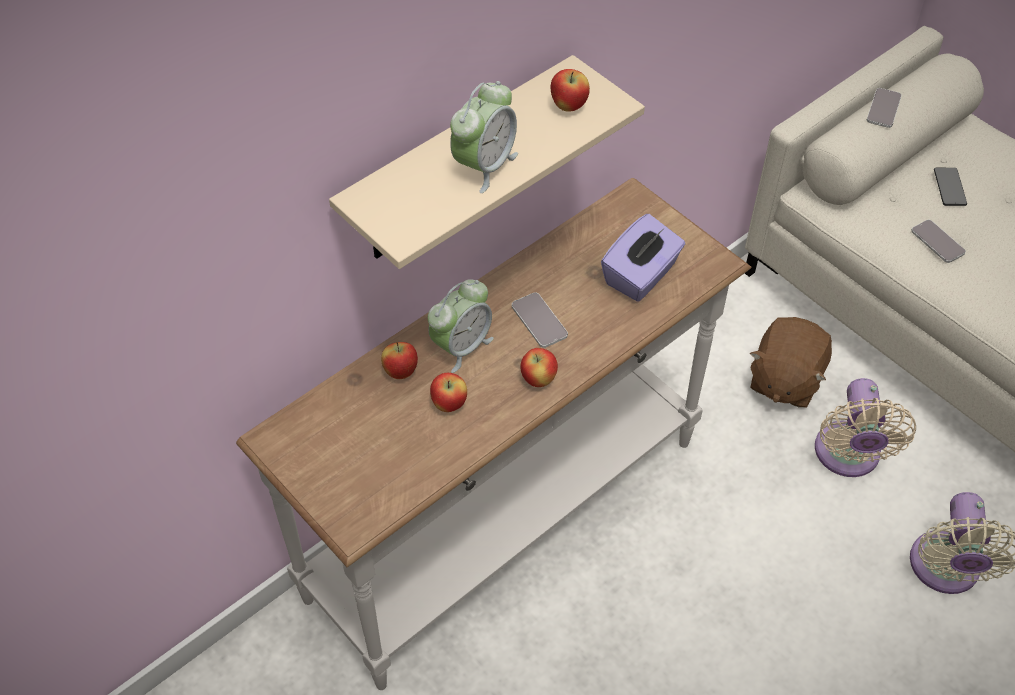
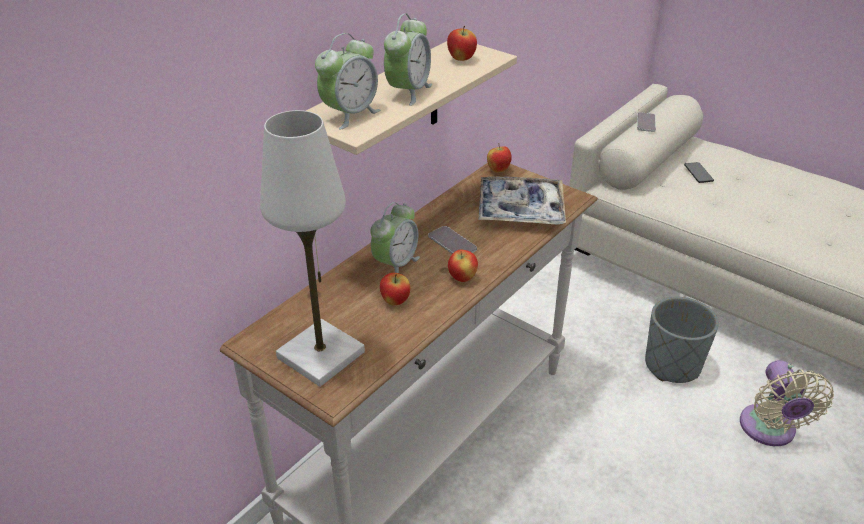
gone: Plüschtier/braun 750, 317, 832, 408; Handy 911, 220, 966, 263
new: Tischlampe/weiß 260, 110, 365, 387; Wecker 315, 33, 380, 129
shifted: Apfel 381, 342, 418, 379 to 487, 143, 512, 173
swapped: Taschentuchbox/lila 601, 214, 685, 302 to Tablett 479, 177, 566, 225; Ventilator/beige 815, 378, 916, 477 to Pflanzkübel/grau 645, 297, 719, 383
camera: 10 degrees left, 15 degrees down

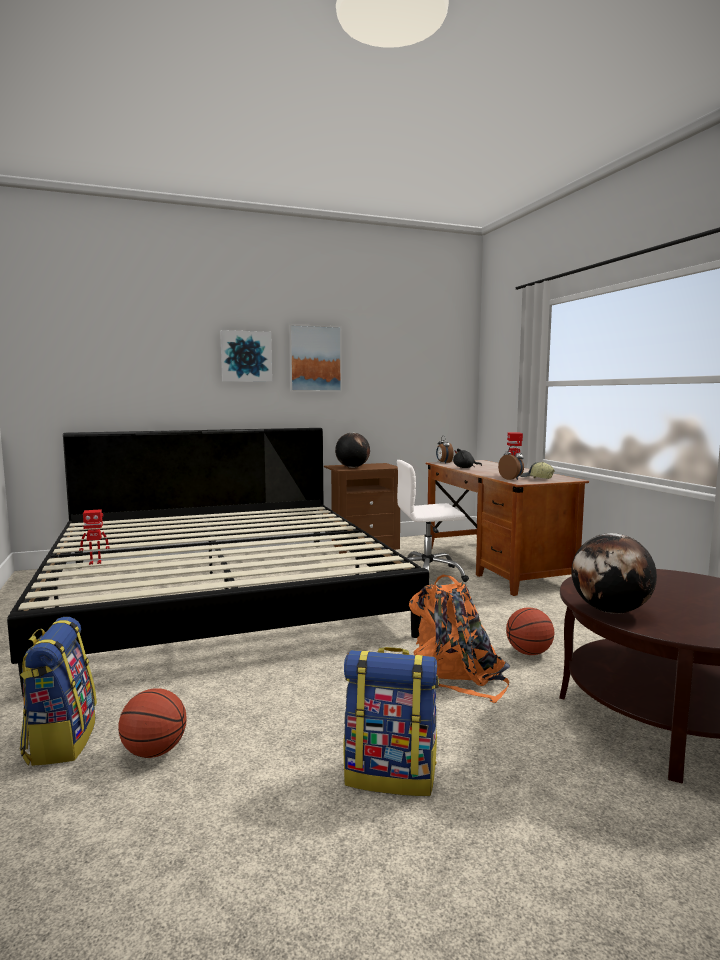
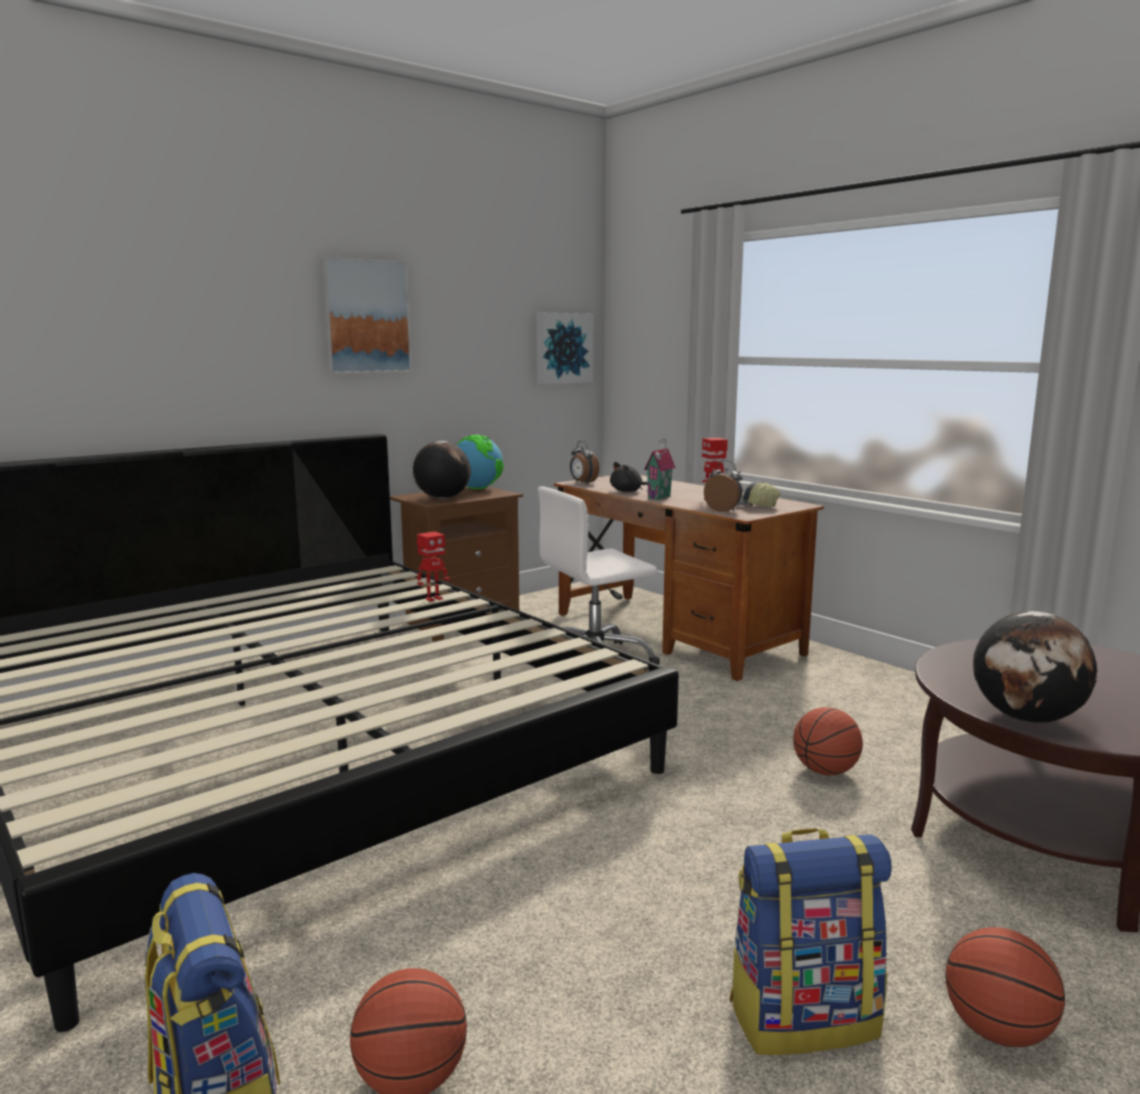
gone: Rucksack/orange 409, 575, 510, 703
new: Globus 457, 435, 504, 489; Spielzeughaus 644, 439, 676, 500; Basketball 946, 927, 1065, 1047
shifted: Spielzeugroboter 79, 509, 110, 565 to 417, 531, 450, 602; Bild 220, 330, 272, 382 to 536, 313, 593, 384
camera: 20 degrees left, 5 degrees up

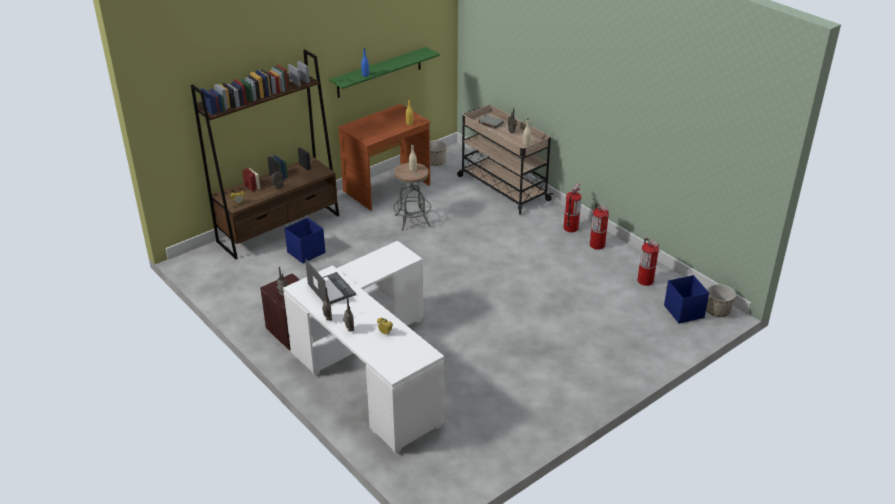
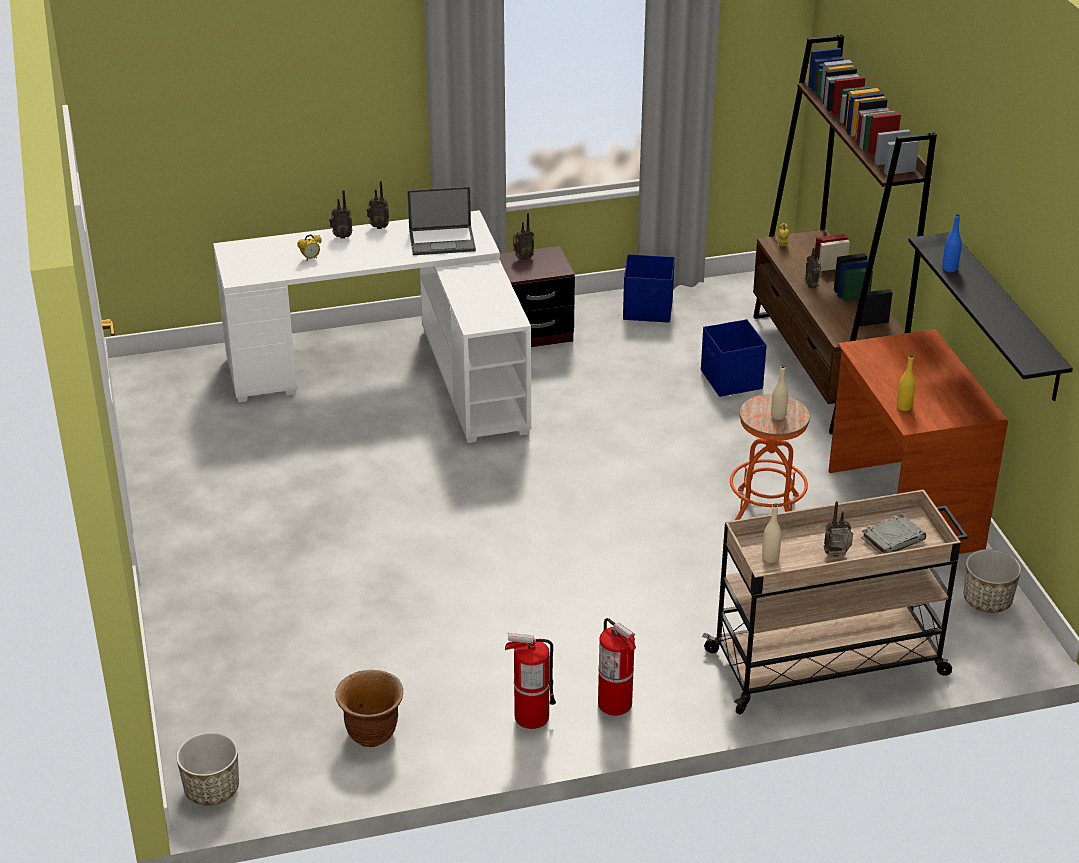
shifted: Aufbewahrungsbox/blau 664, 275, 709, 324 to 623, 254, 675, 323
swapped: Feuerlöscher 637, 238, 660, 286 to Pflanzkübel/braun 335, 670, 403, 747
repainted: Wandregal/grün 329, 47, 440, 98 to Wandregal/schwarz 908, 232, 1073, 401; Hocker/grau 393, 163, 431, 231 to Hocker/orange 730, 394, 810, 520
camera: 115 degrees right, 0 degrees up

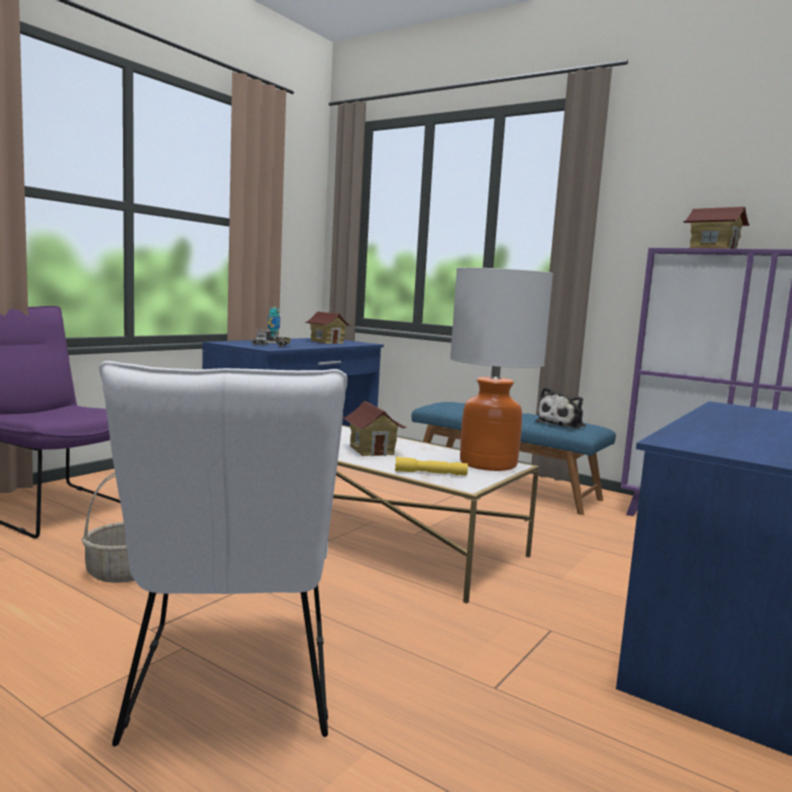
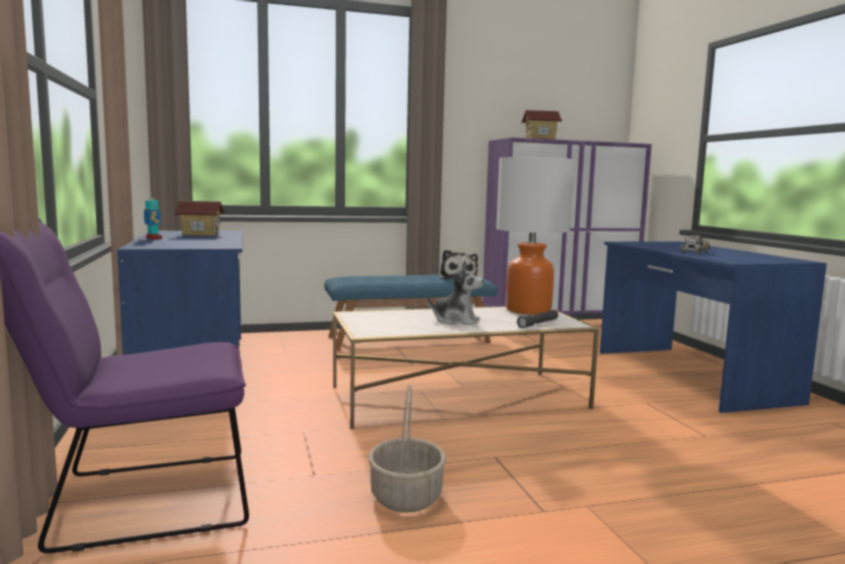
gone: Stuhl/weiß 99, 361, 347, 746
shifted: Spielzeuglaster 252, 328, 290, 347 to 680, 234, 710, 254
swapped: Spielzeughaus 343, 401, 407, 456 to Plüschtier 426, 261, 484, 326
repainted: Taschenlampe/gelb 395, 457, 468, 476 to Taschenlampe/grau 517, 310, 558, 328
camera: 50 degrees left, 0 degrees up

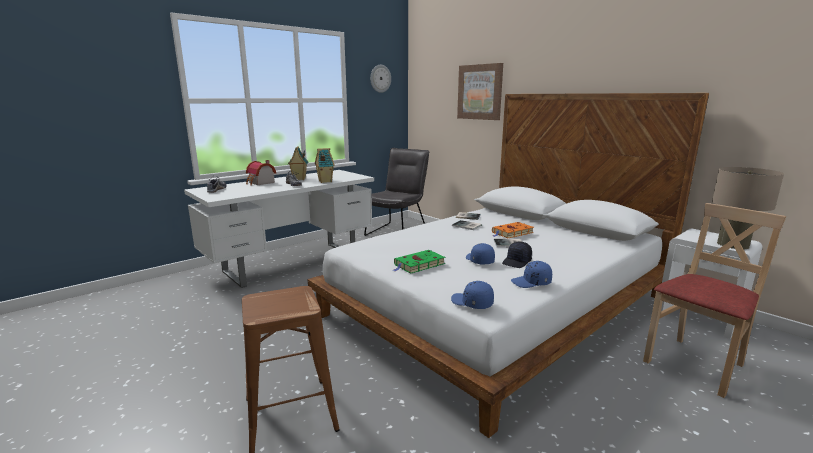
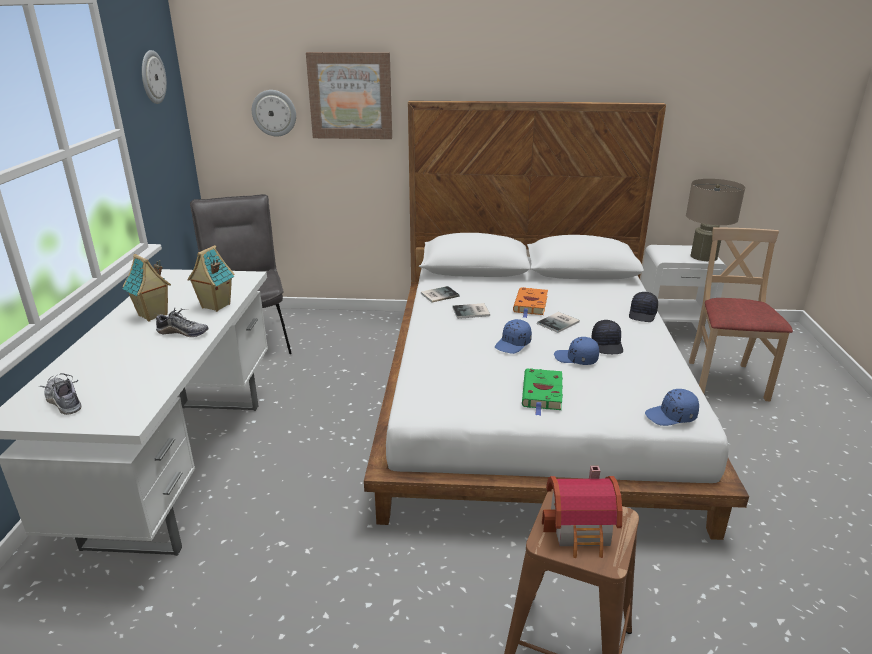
new: Wanduhr 252, 90, 296, 136; Kappe/schwarz 629, 292, 658, 322
shifted: Spielzeughaus 246, 160, 276, 186 to 542, 466, 623, 558; Kappe/blau 511, 261, 552, 288 to 495, 319, 532, 354
camera: 45 degrees left, 10 degrees up

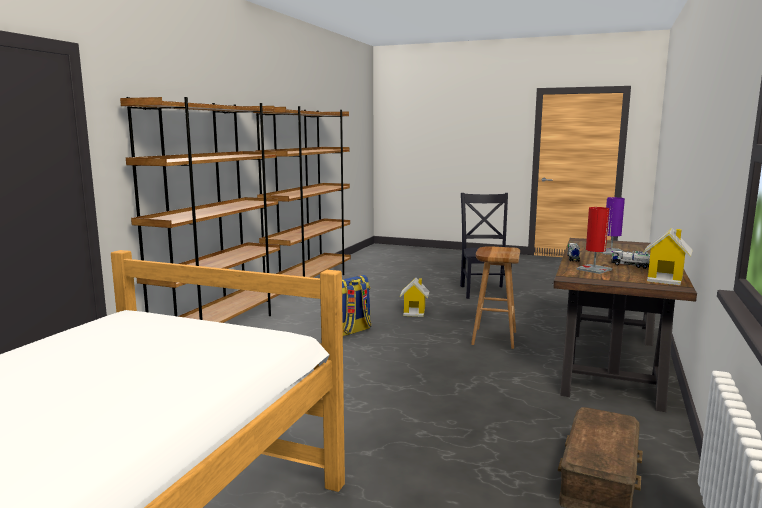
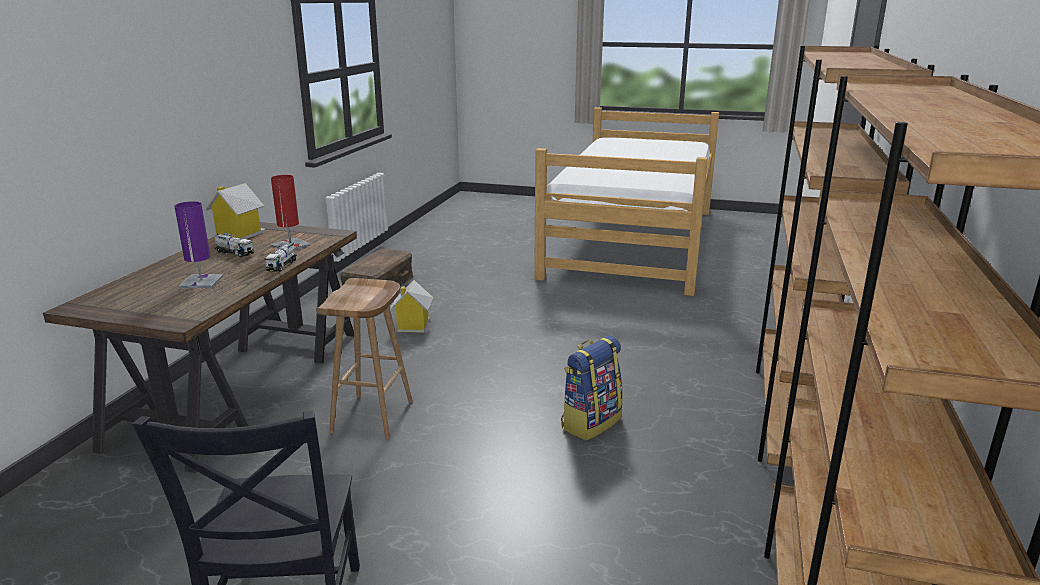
shifted: Spielzeughaus 400, 278, 429, 317 to 390, 280, 433, 333
camera: 175 degrees right, 10 degrees up

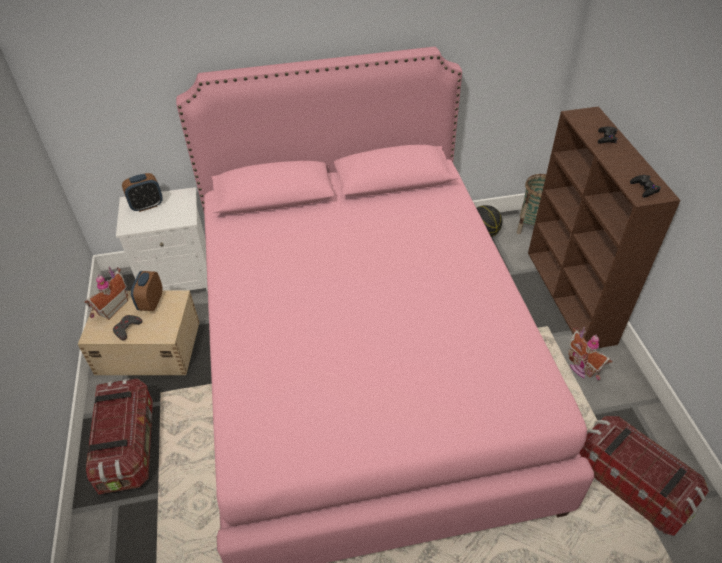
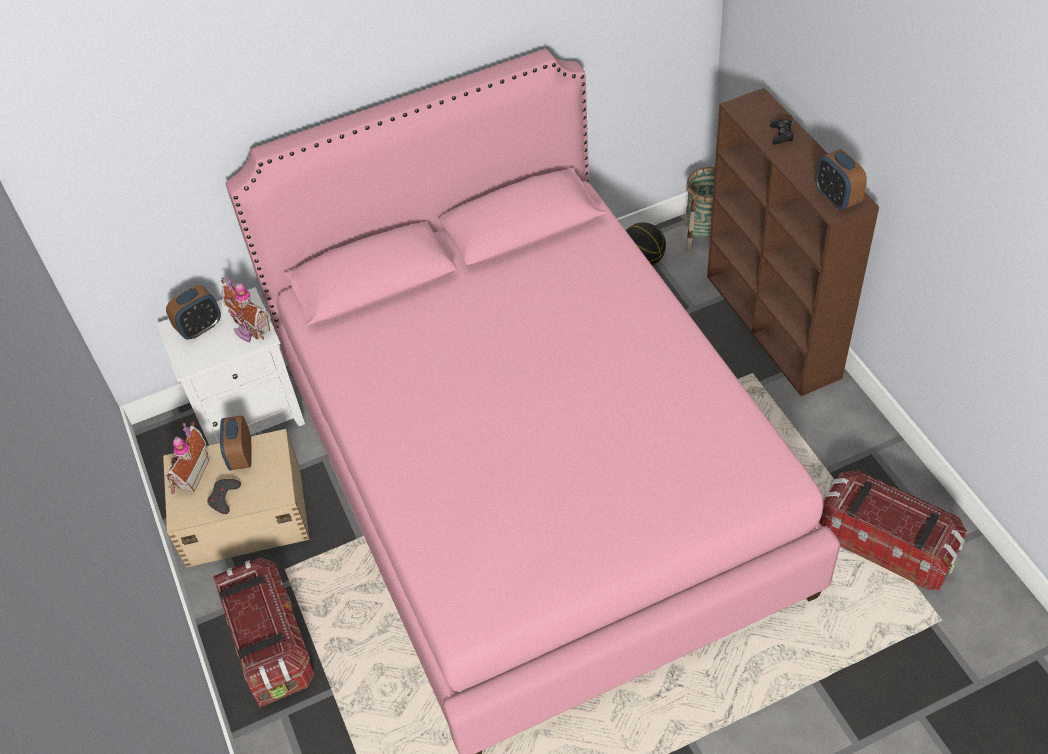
shifted: Spielzeughaus 568, 327, 613, 380 to 221, 275, 271, 343
swapped: Gamepad/schwarz 630, 175, 661, 198 to Wecker 815, 149, 867, 210
camera: 10 degrees left, 5 degrees up

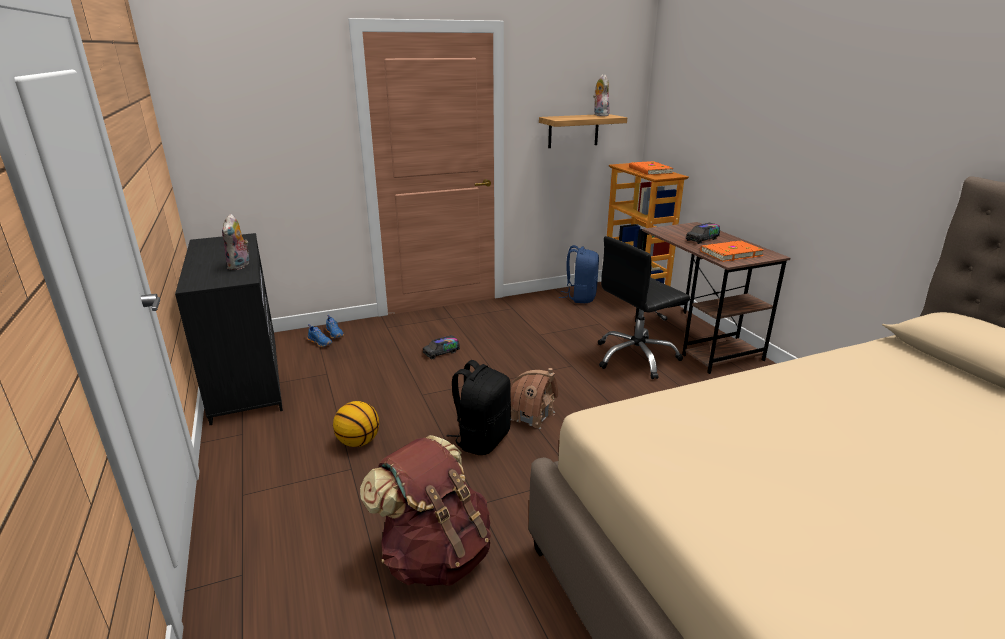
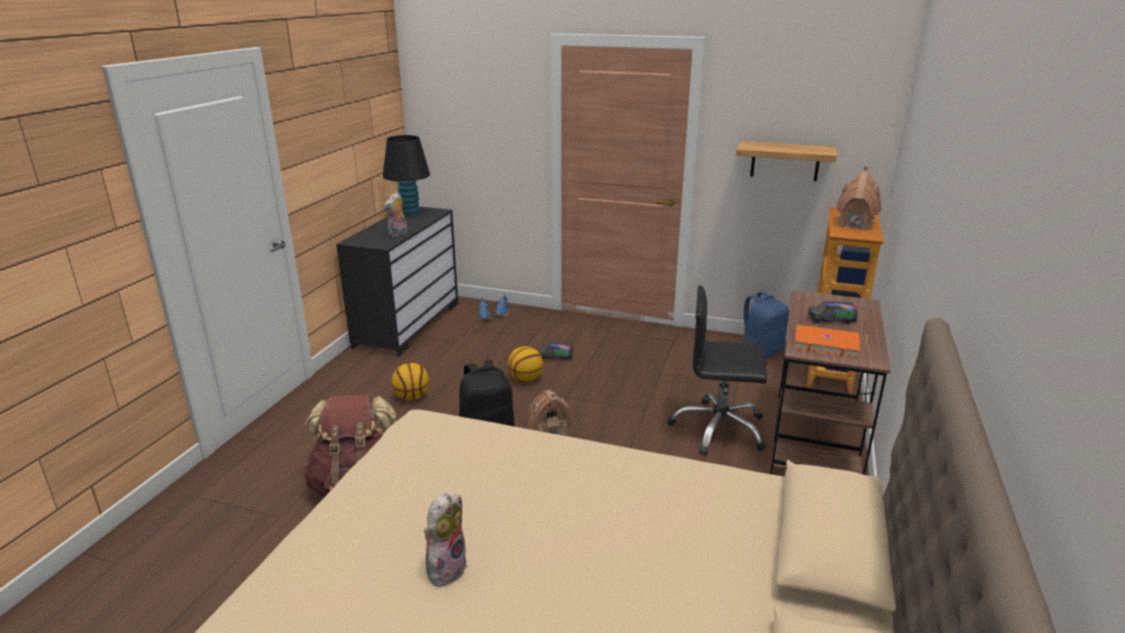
new: Tischlampe/schwarz 383, 135, 430, 216; Basketball 508, 346, 543, 382
shifted: Plüschtier 593, 74, 610, 116 to 424, 493, 468, 587
swapped: Buch/orange 629, 161, 674, 175 to Spielzeughaus 836, 166, 881, 231
camera: 40 degrees right, 0 degrees up

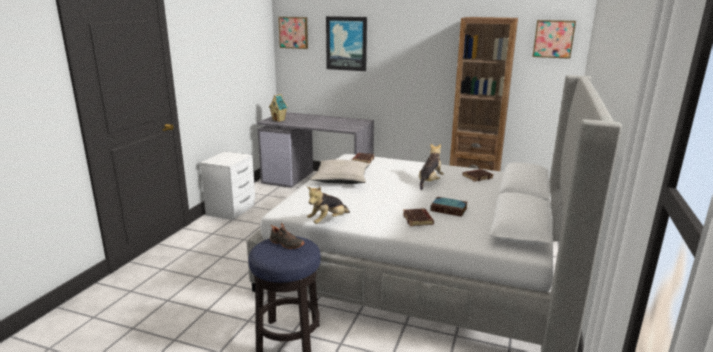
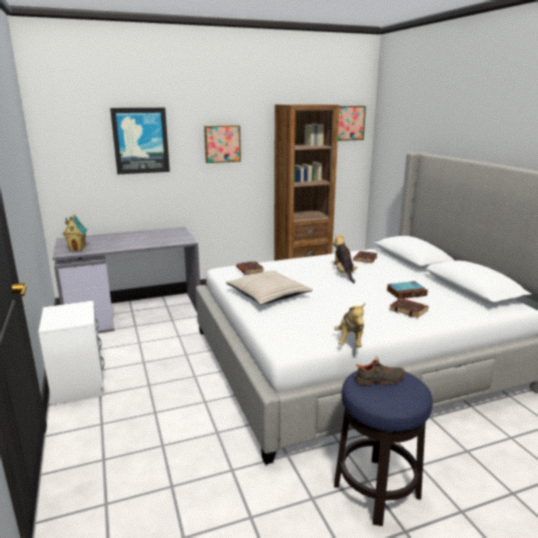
shifted: Bild 278, 17, 308, 49 to 204, 125, 241, 163
camera: 40 degrees left, 0 degrees up

